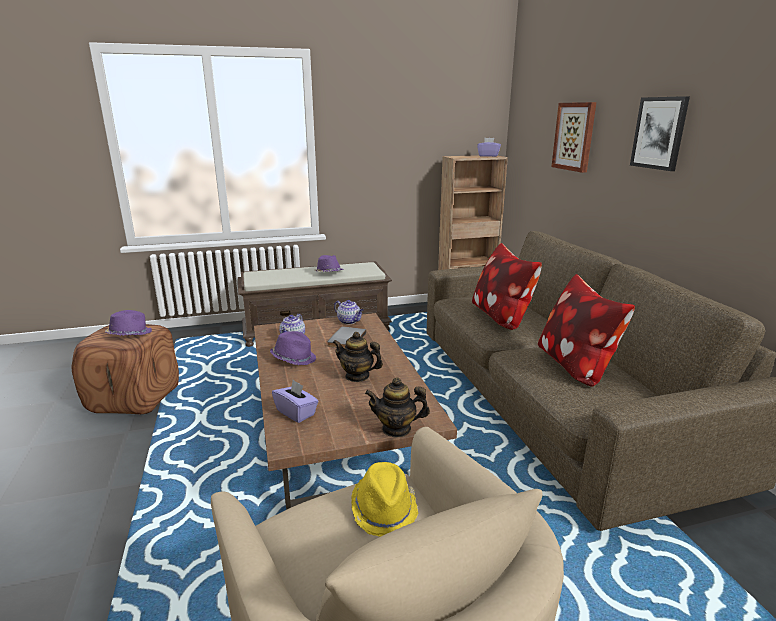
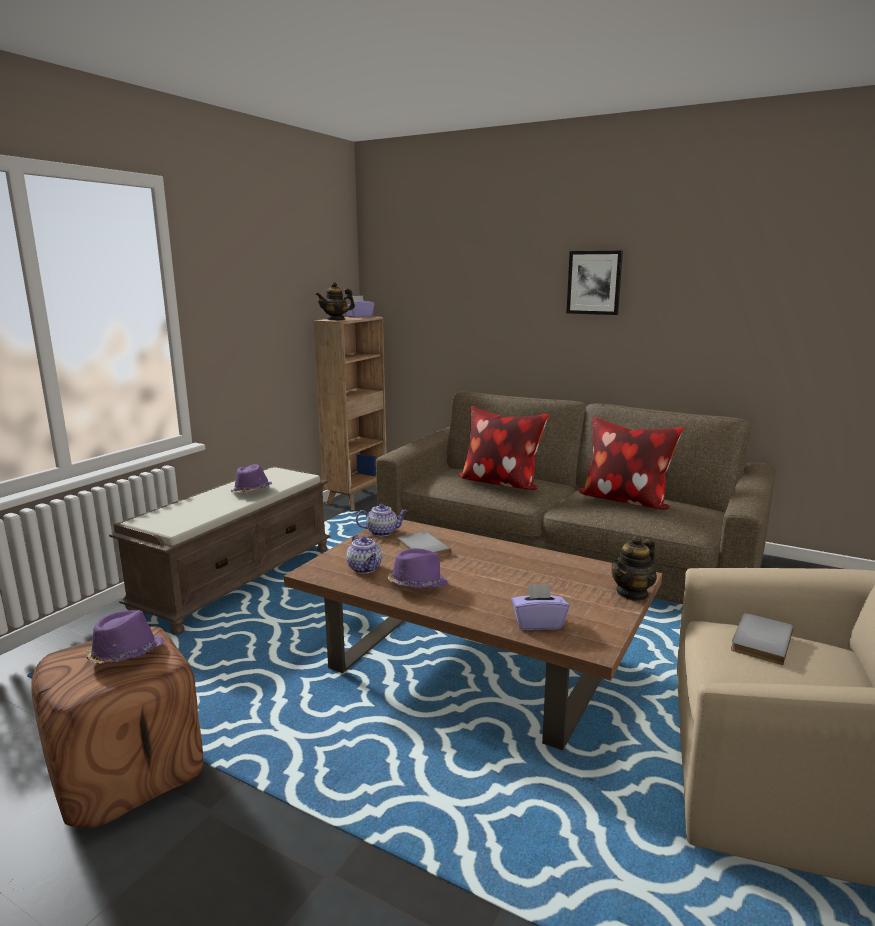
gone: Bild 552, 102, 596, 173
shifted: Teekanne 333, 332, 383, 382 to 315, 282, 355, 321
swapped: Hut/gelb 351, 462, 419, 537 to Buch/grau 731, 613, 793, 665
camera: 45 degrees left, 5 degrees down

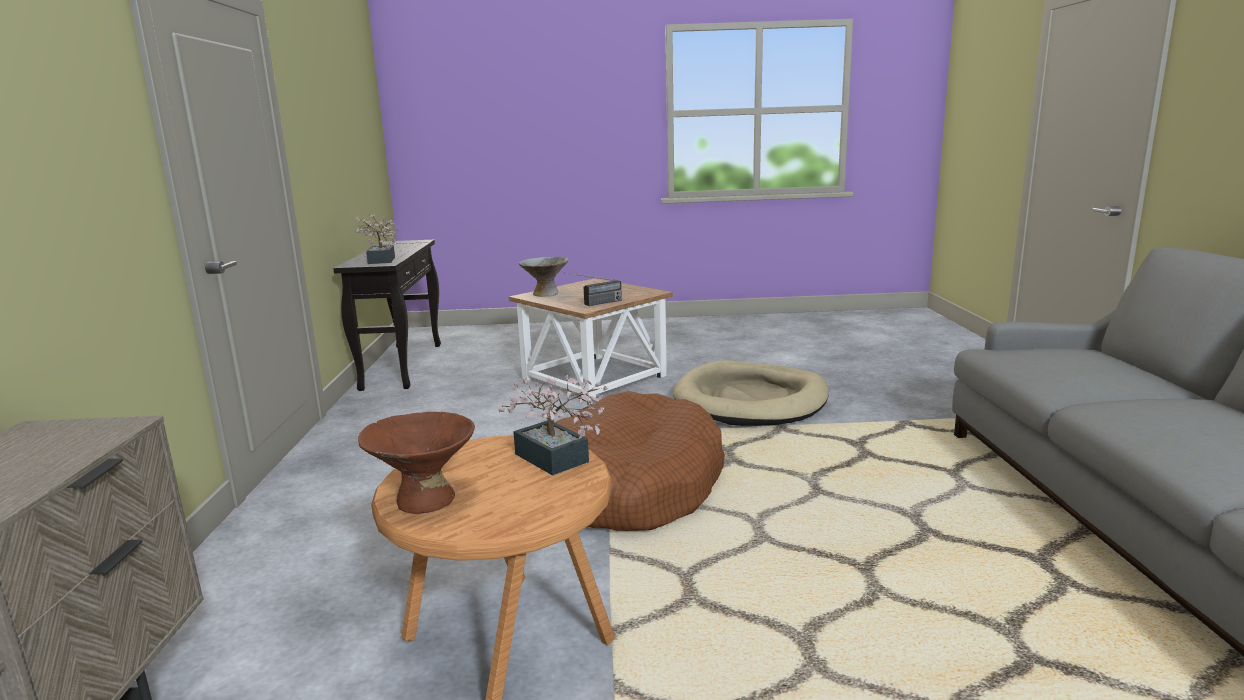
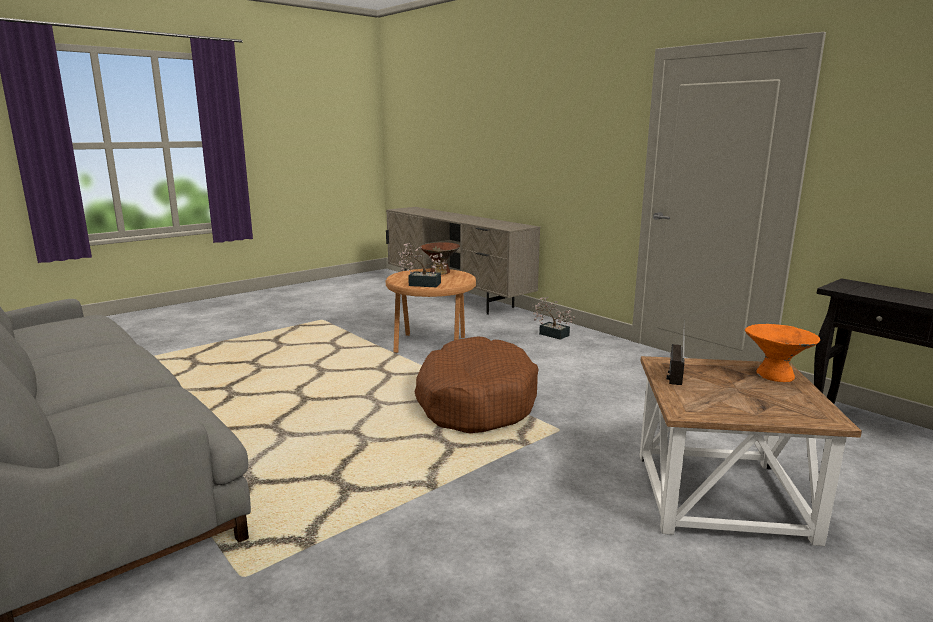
gone: Hundebett/beige 673, 360, 829, 426
shifted: Topfpflanze 356, 214, 398, 264 to 532, 297, 576, 340
repainted: Schüssel/grau 519, 257, 569, 297 to Schüssel/orange 745, 324, 820, 382
camera: 140 degrees right, 0 degrees up

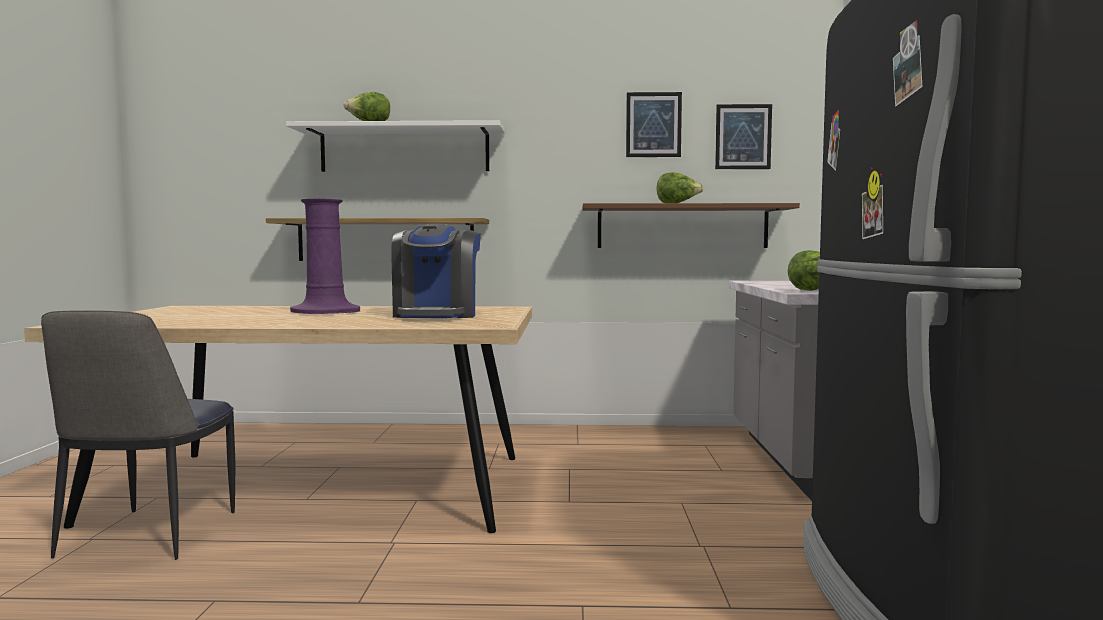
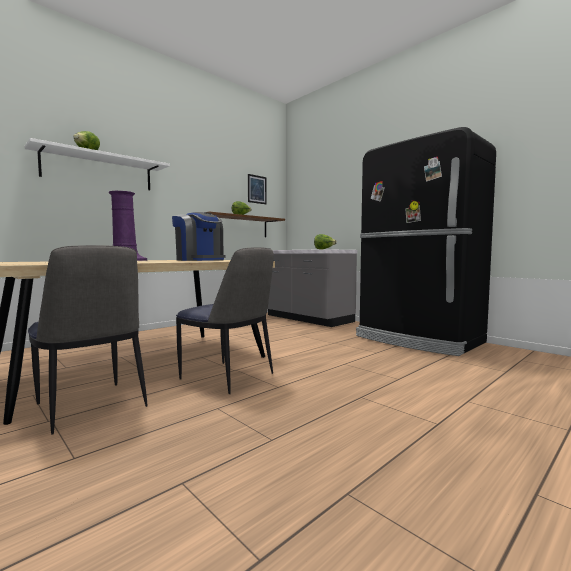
gone: Wandregal 266, 218, 489, 261; Bild 626, 92, 682, 157
new: Stuhl 176, 247, 274, 394
camera: 45 degrees left, 0 degrees up

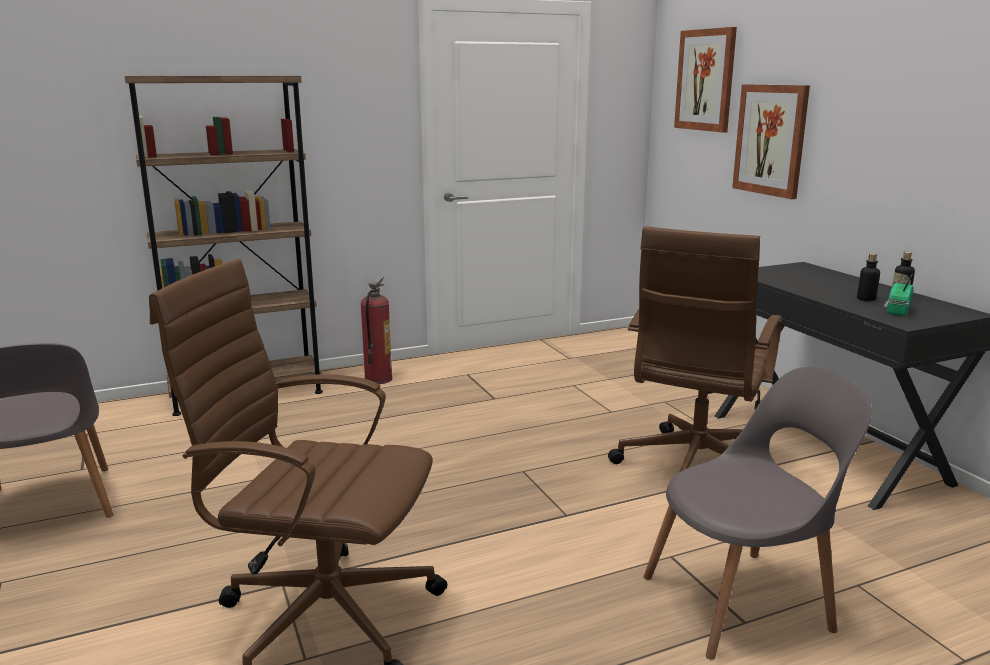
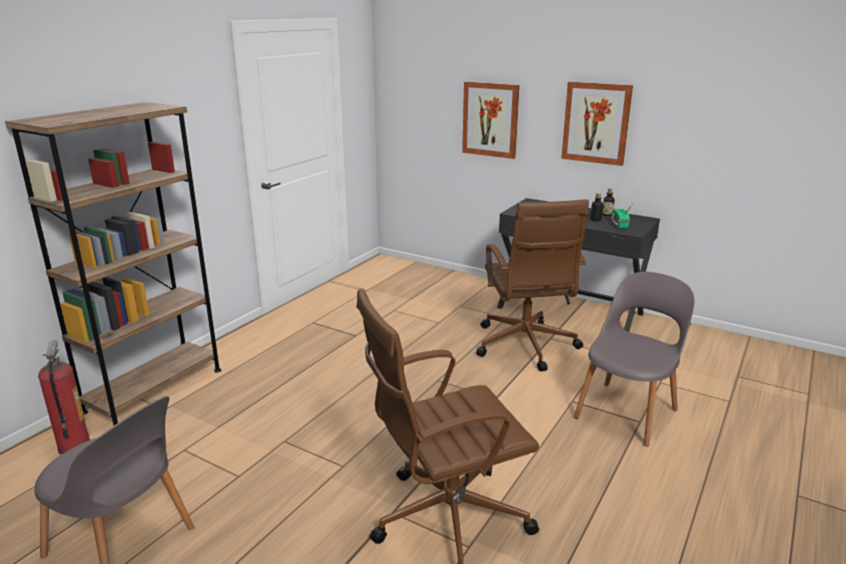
shifted: Feuerlöscher 361, 276, 392, 384 to 38, 340, 90, 455; Bild 674, 27, 737, 133 to 561, 82, 633, 166
camera: 35 degrees left, 5 degrees up

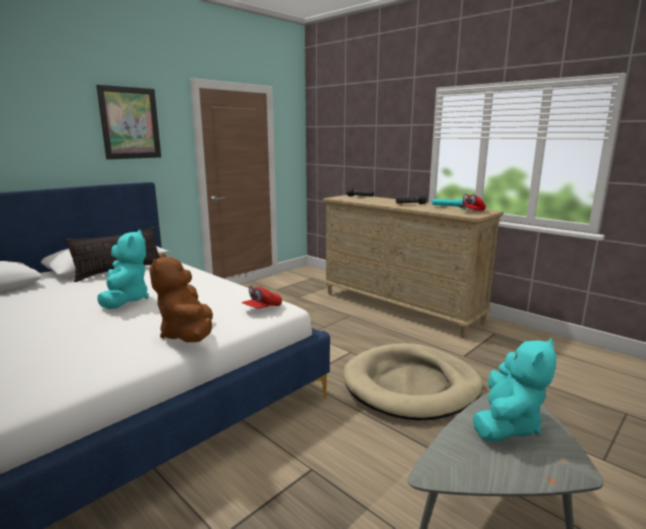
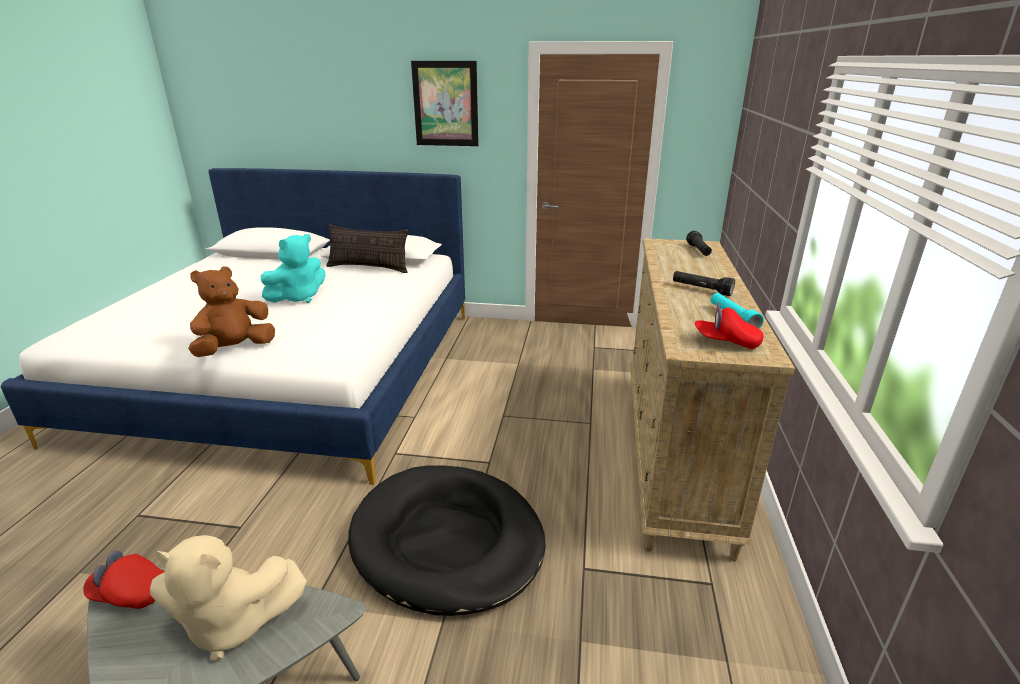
shifted: Kappe/rot 242, 286, 282, 308 to 83, 550, 165, 609
repainted: Hundebett/beige 343, 343, 483, 421 to Hundebett/schwarz 348, 465, 546, 616; Plüschtier/türkis 473, 338, 557, 441 to Plüschtier/beige 150, 535, 307, 661
camera: 55 degrees right, 10 degrees up

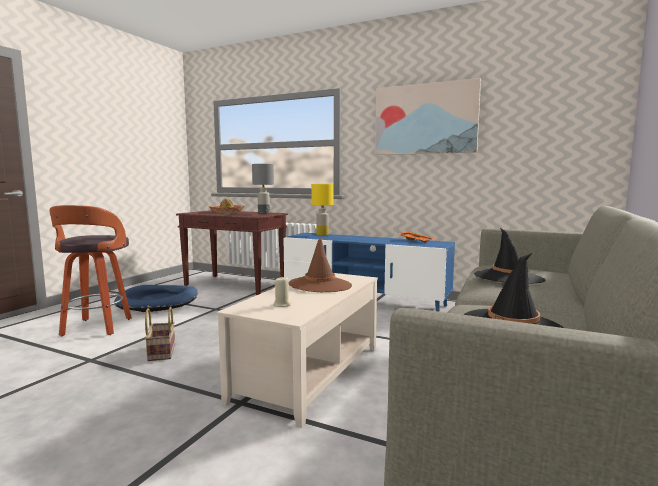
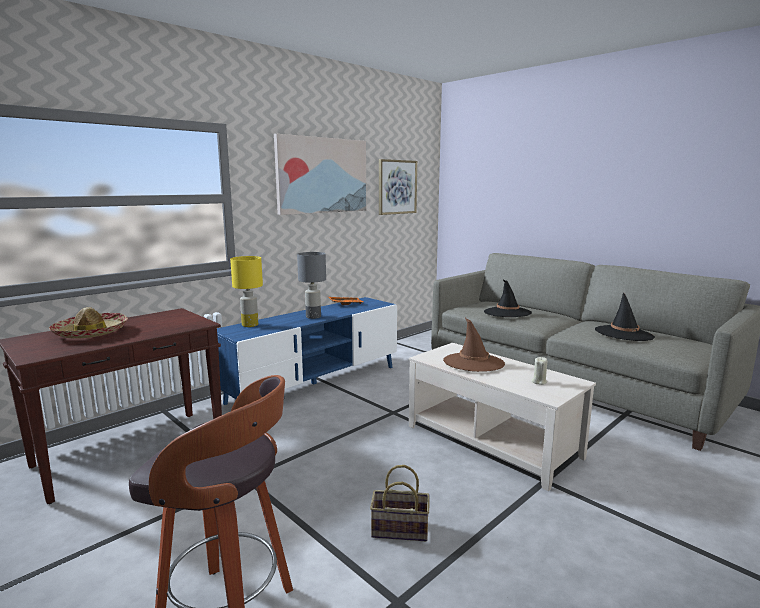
gone: Hundebett/blau 114, 285, 198, 312
new: Bild 379, 159, 417, 215
shifted: Tischlampe/grau 252, 164, 274, 214 to 297, 252, 326, 319
camera: 70 degrees left, 5 degrees up

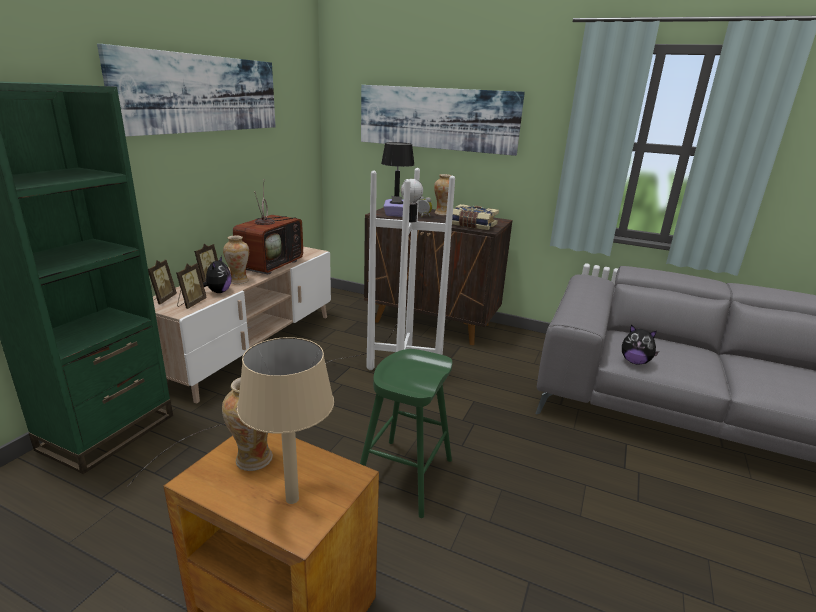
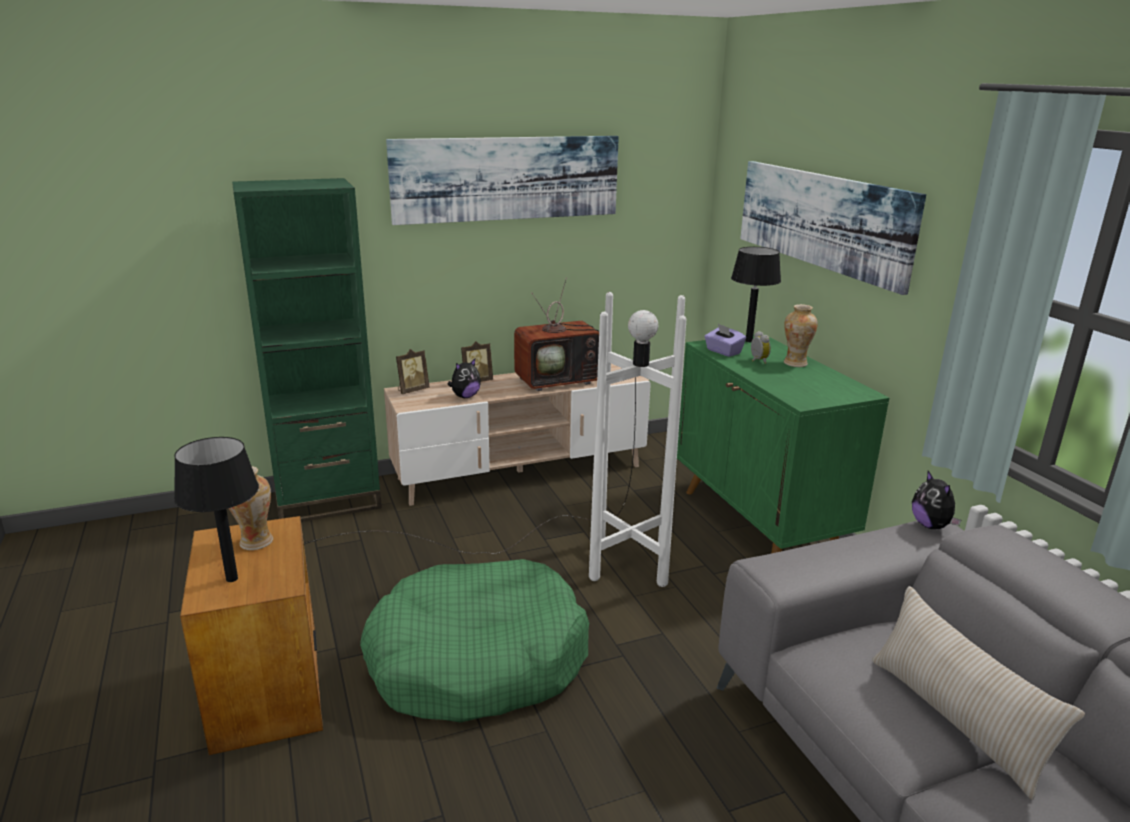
gone: Bilderrahmen 176, 263, 207, 309; Vase 223, 236, 249, 284; Buch 452, 204, 499, 230
new: Kissen/beige 872, 586, 1085, 800
shifted: Plüschtier 622, 325, 659, 365 to 912, 471, 961, 529
swapped: Hocker/grün 360, 349, 452, 518 to Hundebett/grün 360, 559, 589, 723
repainted: Tischlampe/beige 237, 337, 334, 504 to Tischlampe/schwarz 174, 437, 259, 582; Schrank/braun 364, 207, 513, 345 to Schrank/grün 677, 335, 889, 553
camera: 45 degrees right, 0 degrees up

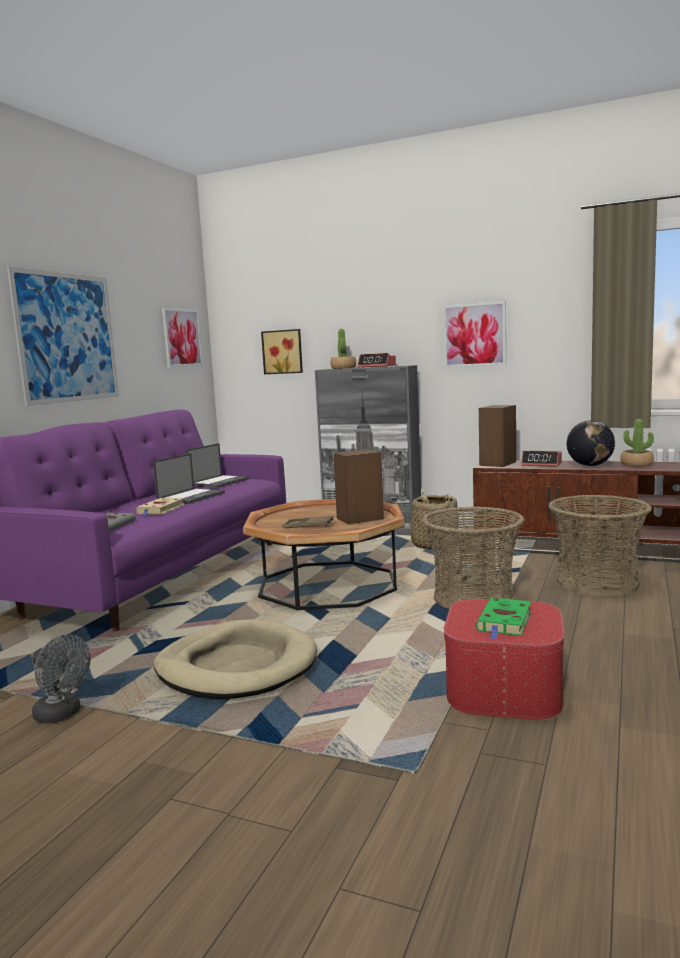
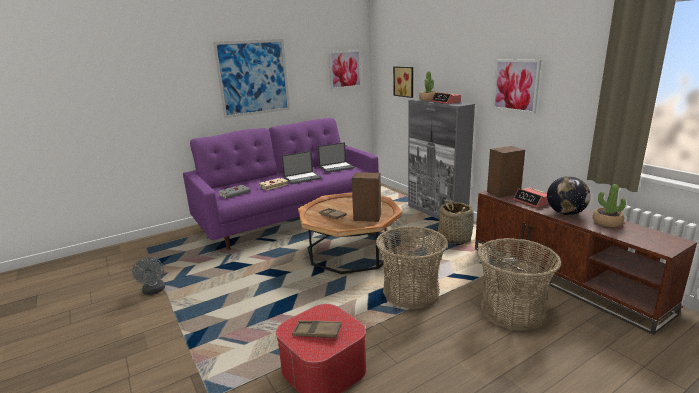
gone: Hundebett/beige 153, 619, 317, 699
swapped: Buch/grün 476, 597, 531, 640 to Tablett/braun 292, 320, 342, 338
camera: 35 degrees right, 10 degrees up

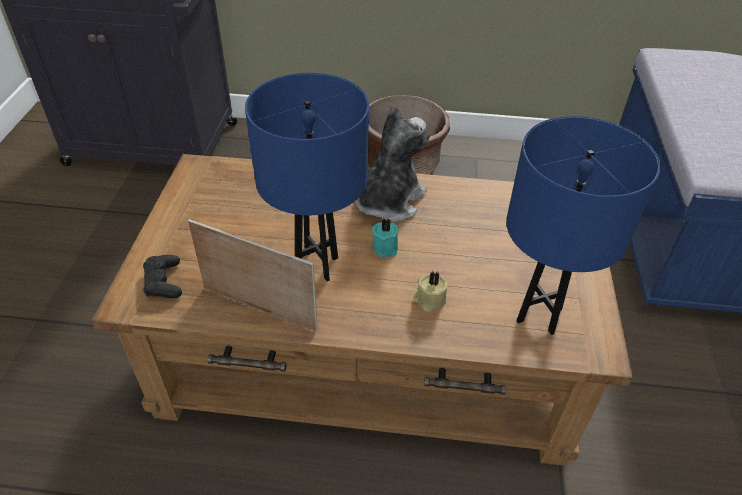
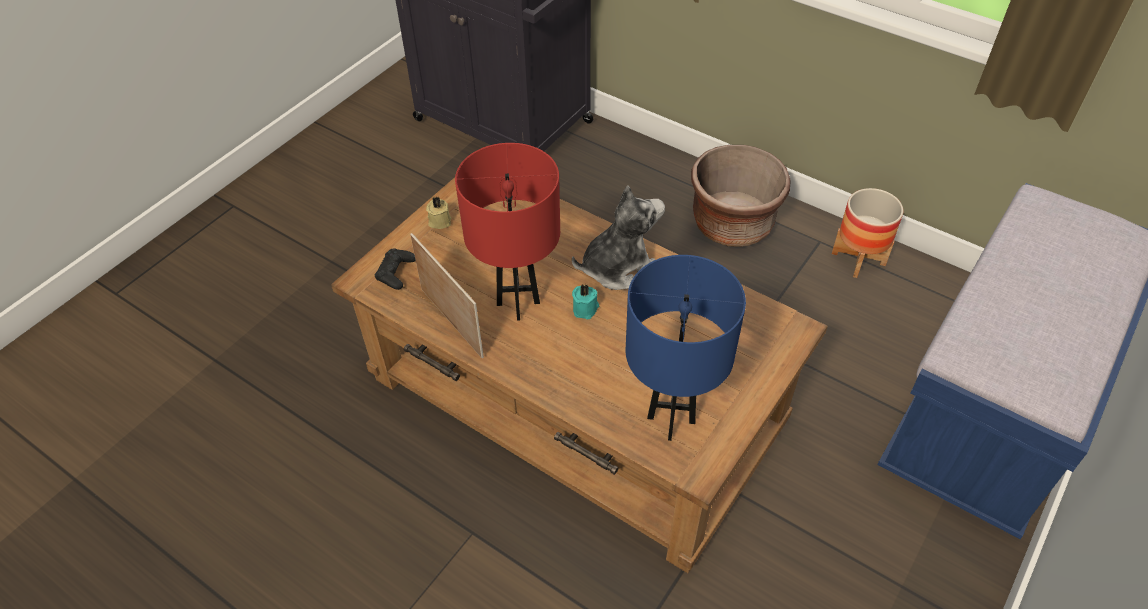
new: Pflanzkübel 832, 188, 903, 278
shifted: Kerze/beige 413, 272, 448, 312 to 426, 196, 452, 229
repainted: Tischlampe/blau 245, 73, 369, 281 to Tischlampe/rot 455, 143, 560, 321
camera: 30 degrees right, 5 degrees up

